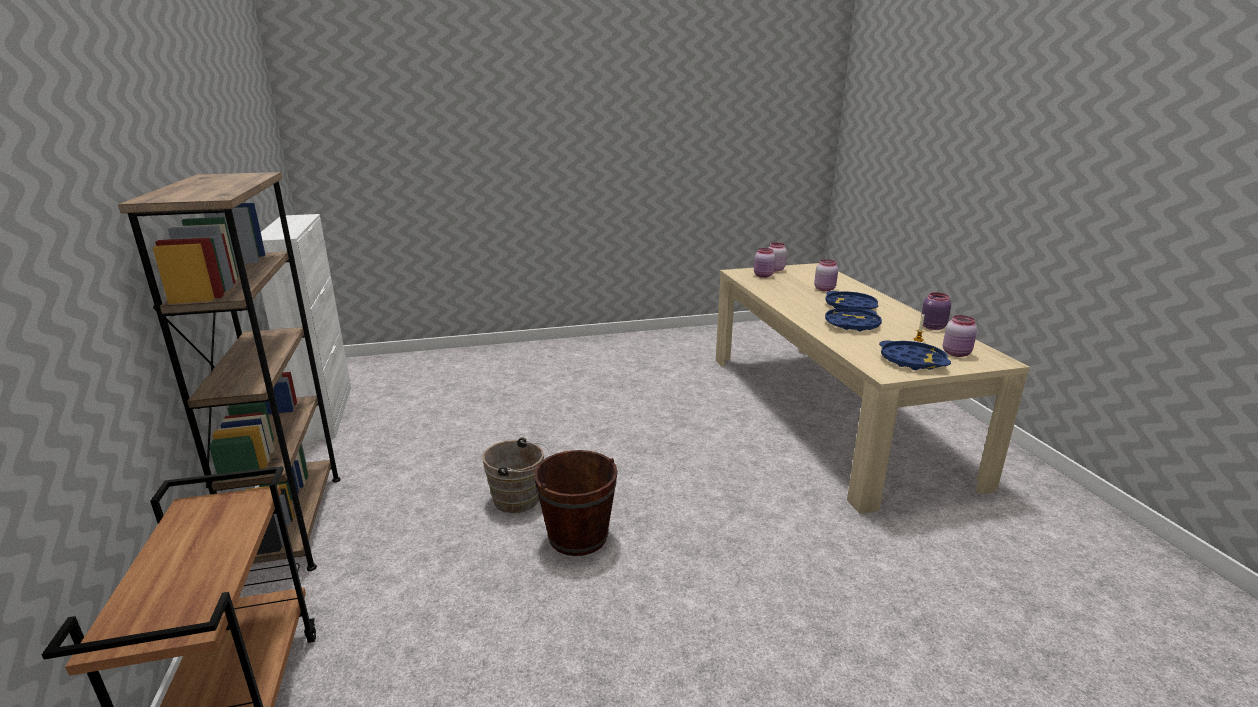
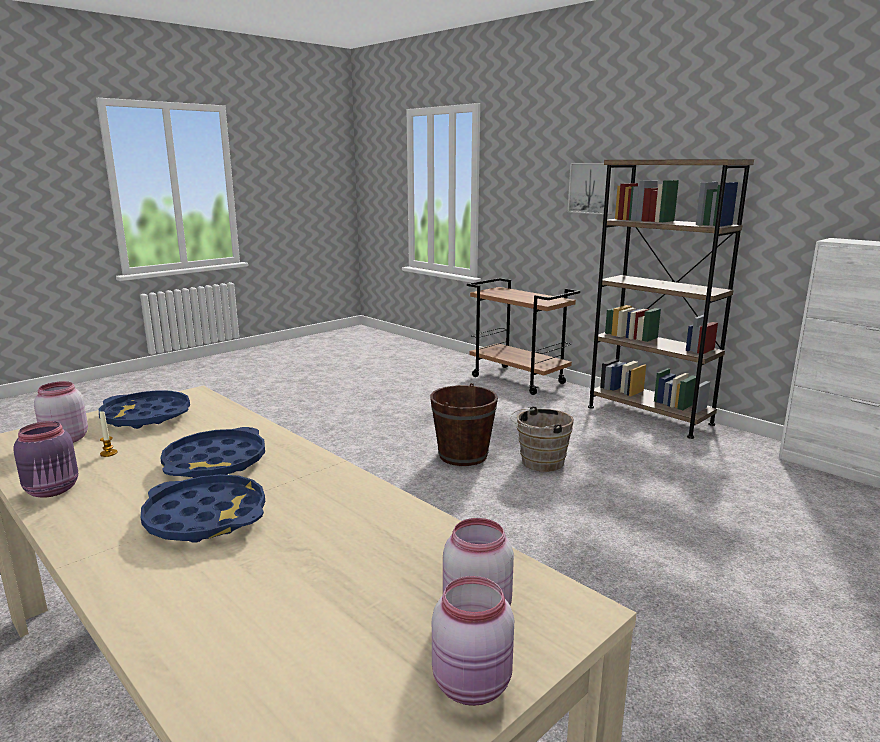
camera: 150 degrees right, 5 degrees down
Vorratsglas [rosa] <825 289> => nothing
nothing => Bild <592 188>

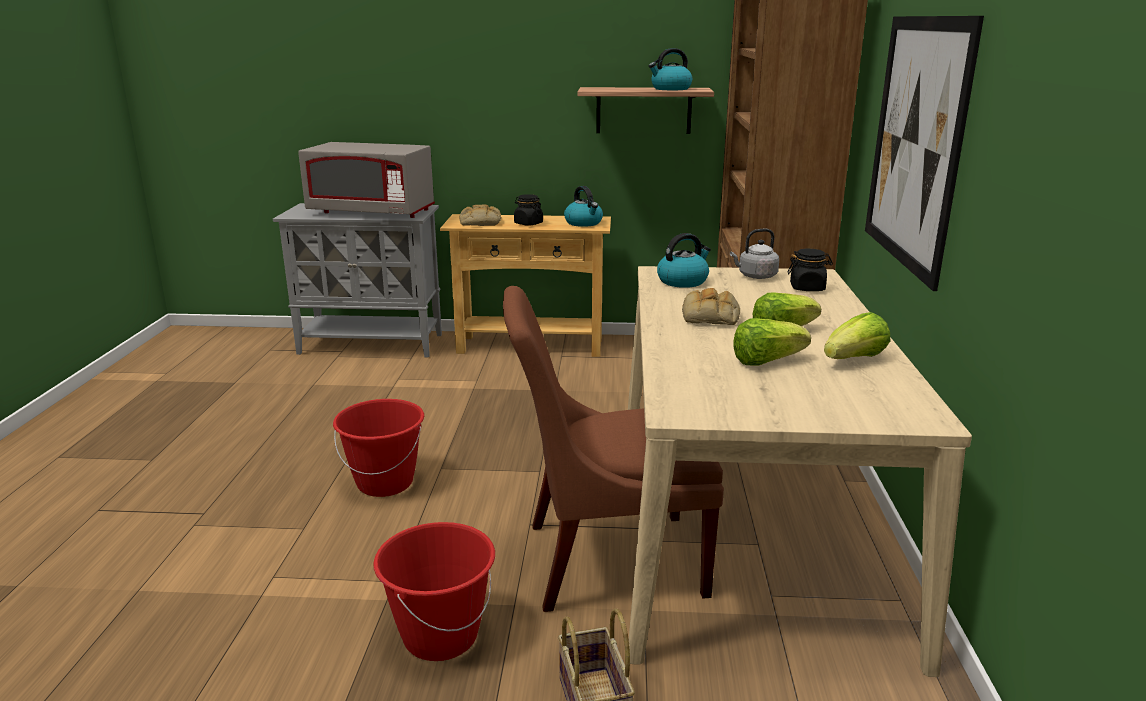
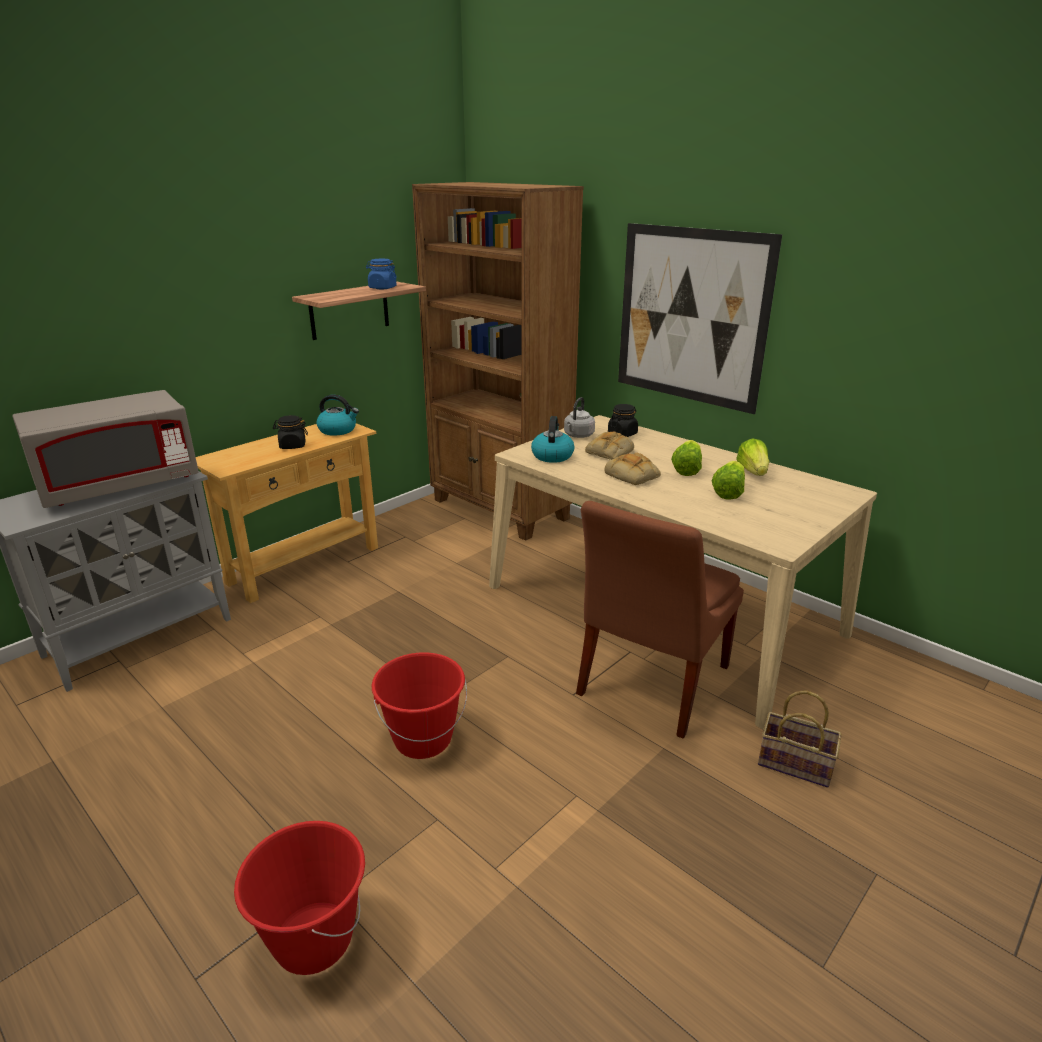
camera: 50 degrees left, 5 degrees up
Eimer [rot] <440 636> => Eimer [rot] <313 939>, moved
Brot <480 222> => Brot <610 452>, moved
Wasserkessel <670 89> => Vorratsglas [blau] <382 288>

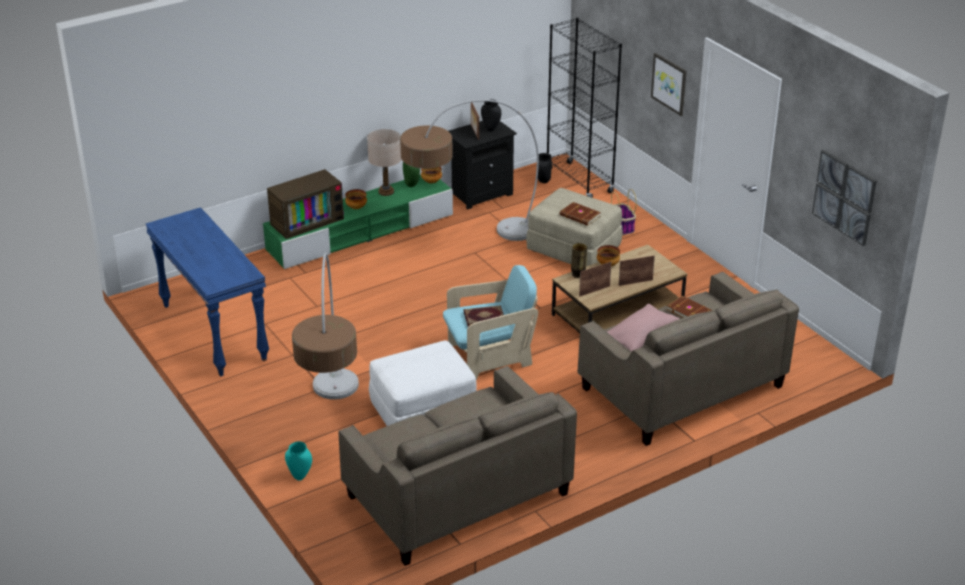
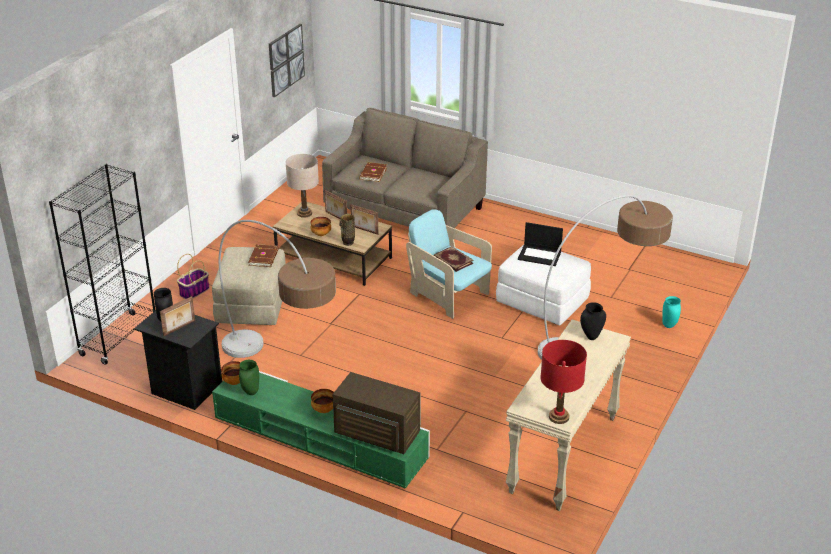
camera: 120 degrees left, 0 degrees up
Sofa [beige] <456 495> => nothing
Kissen [rosa] <640 337> => nothing
Bild <669 83> => nothing
nothing => Laptop <540 255>
nothing => Tischlampe [rot] <559 417>
Tischlampe [beige] <386 191> => Tischlampe [beige] <304 213>, moved
Vase [schwarz] <543 181> => Vase [schwarz] <591 337>, moved
Konsolentisch [blau] <212 332> => Konsolentisch [beige] <564 455>

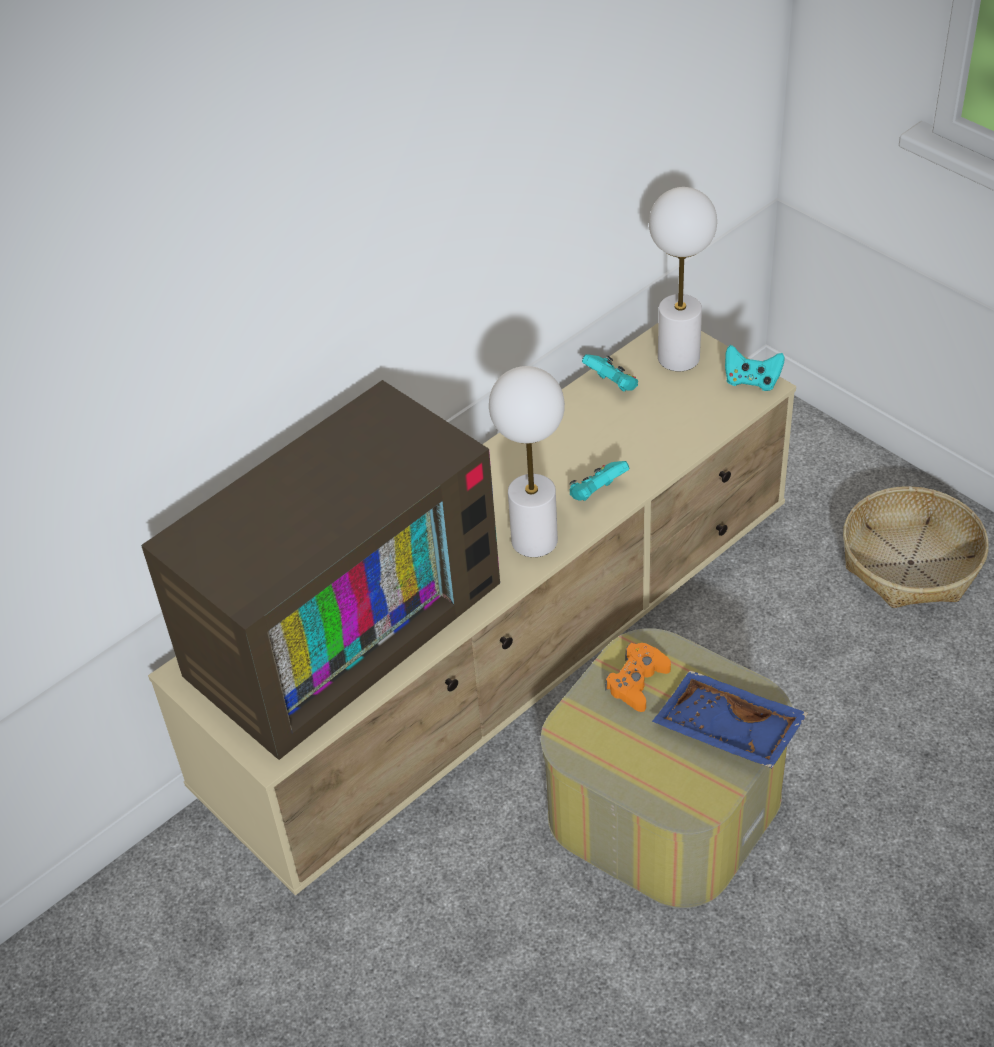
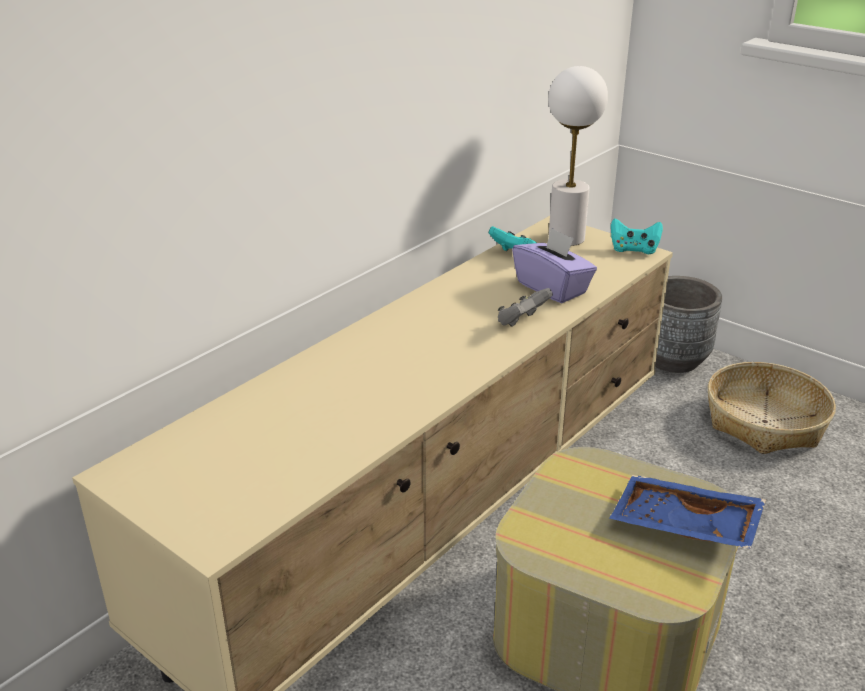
camera: 10 degrees left, 15 degrees down
Fernseher <340 621> => nothing
Tischlampe [weiß] <534 541> => nothing
Gamepad [orange] <637 682> => nothing
nothing => Taschentuchbox [lila] <552 288>
nothing => Pflanzkübel [grau] <673 359>
Gamepad [türkis] <597 493> => Gamepad [grau] <522 321>

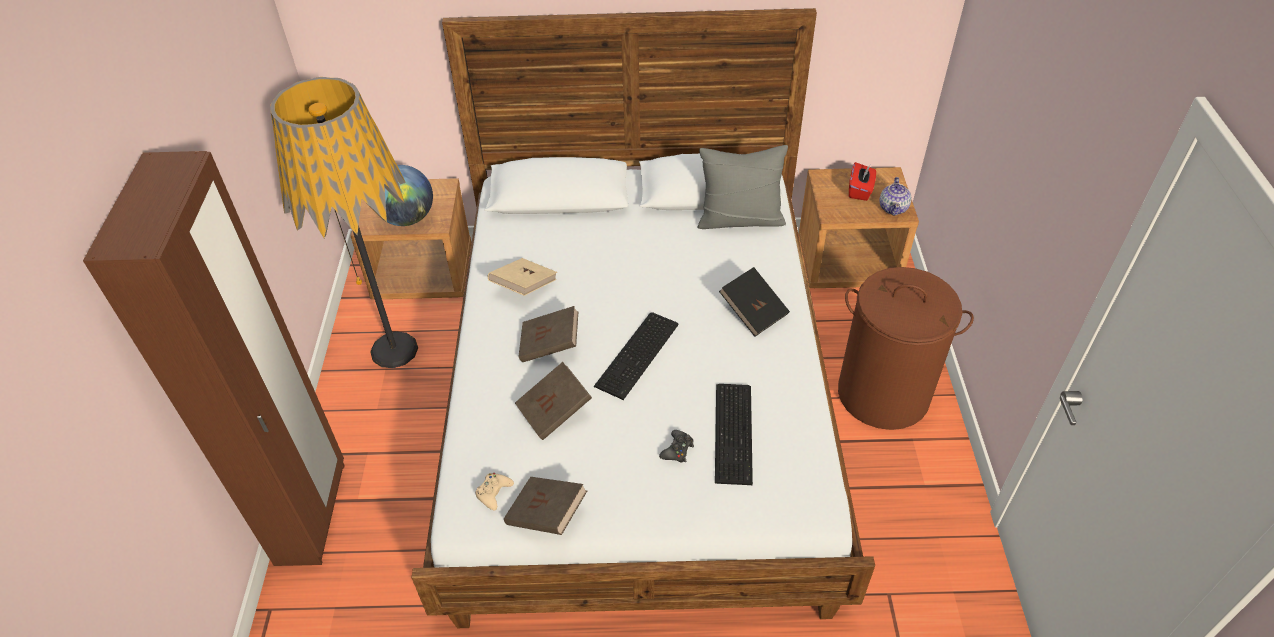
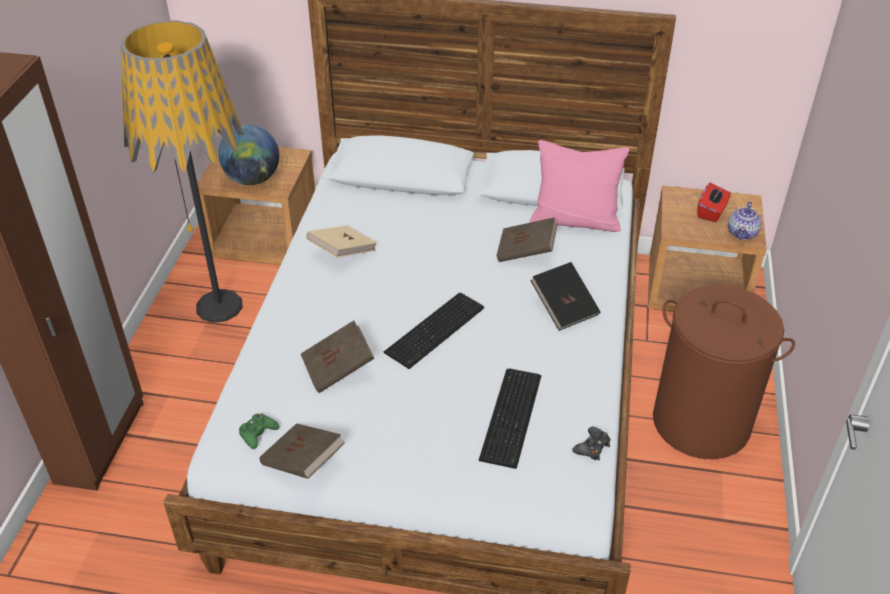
camera: 10 degrees right, 5 degrees down
Buch [braun] <550 345> => Buch [braun] <526 252>, moved
Gamepad [schwarz] <677 450> => Gamepad [schwarz] <592 447>, moved
Gamepad [beige] <493 493> => Gamepad [grün] <258 433>
Kissen [grau] <740 219> => Kissen [rosa] <575 220>

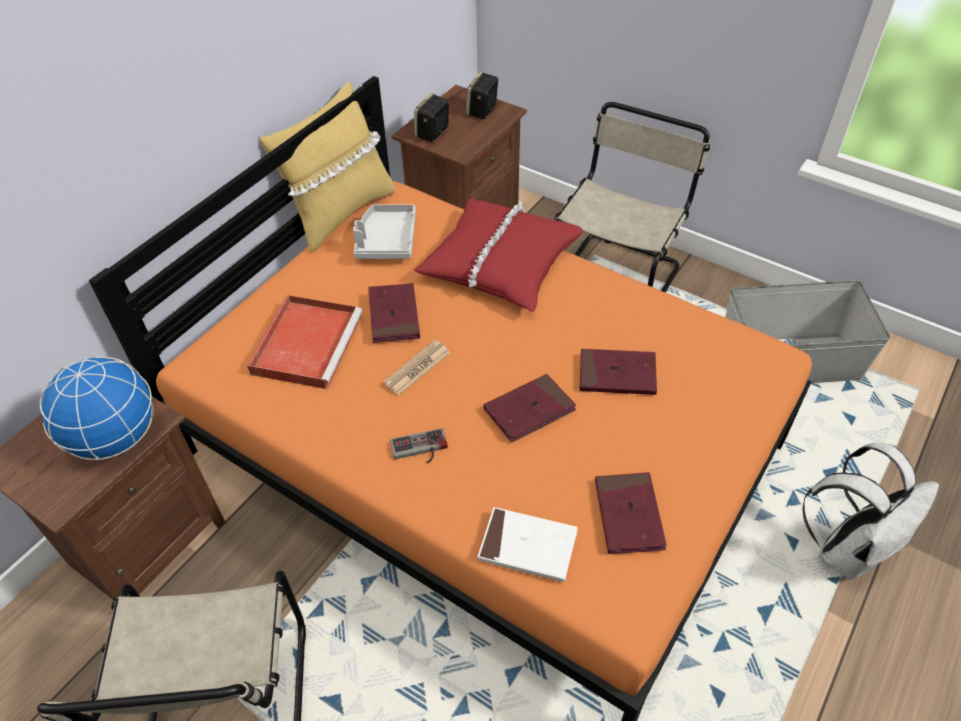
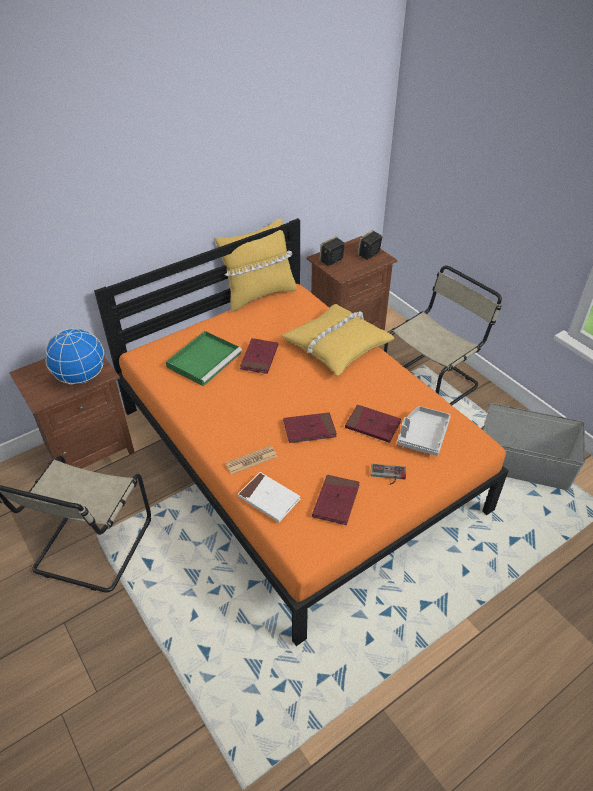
camera: 20 degrees right, 5 degrees down
Rucksack [weiß] <848 549> => nothing
Tablett [grau] <386 240> => Tablett [grau] <422 435>, moved
Zeitung <417 368> => Zeitung <251 460>, moved
Gamepad <420 450> => Gamepad <388 475>, moved
Tablett [rot] <307 343> => Tablett [grün] <205 359>
Kissen [rot] <500 263> => Kissen [gelb] <336 345>

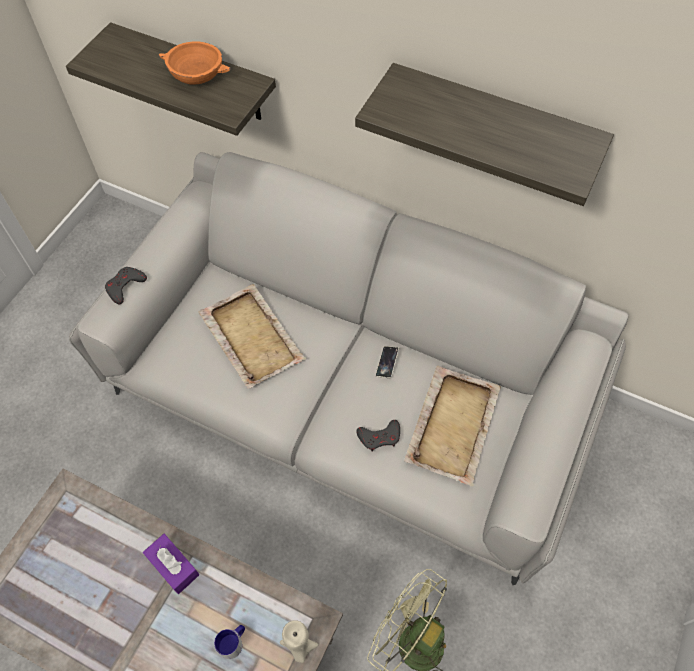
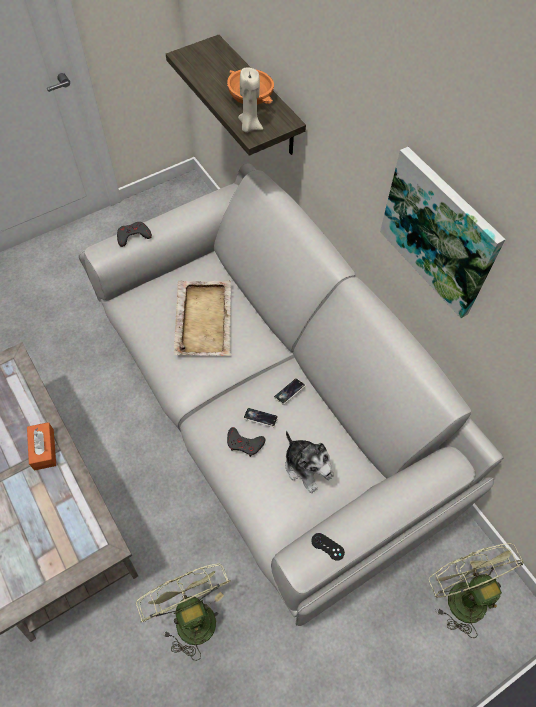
camera: 30 degrees right, 0 degrees up
Henkelbecher <233 642> => nothing
nothing => Handy <260 418>
nothing => Gamepad [schwarz] <327 546>
nothing => Ventilator [grün] <460 593>
Kerze [beige] <299 647> => Kerze [beige] <249 126>, moved
Wandregal <493 124> => Bild <439 232>
Tablett [beige] <453 424> => Plüschtier <307 466>
Taschentuchbox [lila] <173 566> => Taschentuchbox [orange] <44 449>

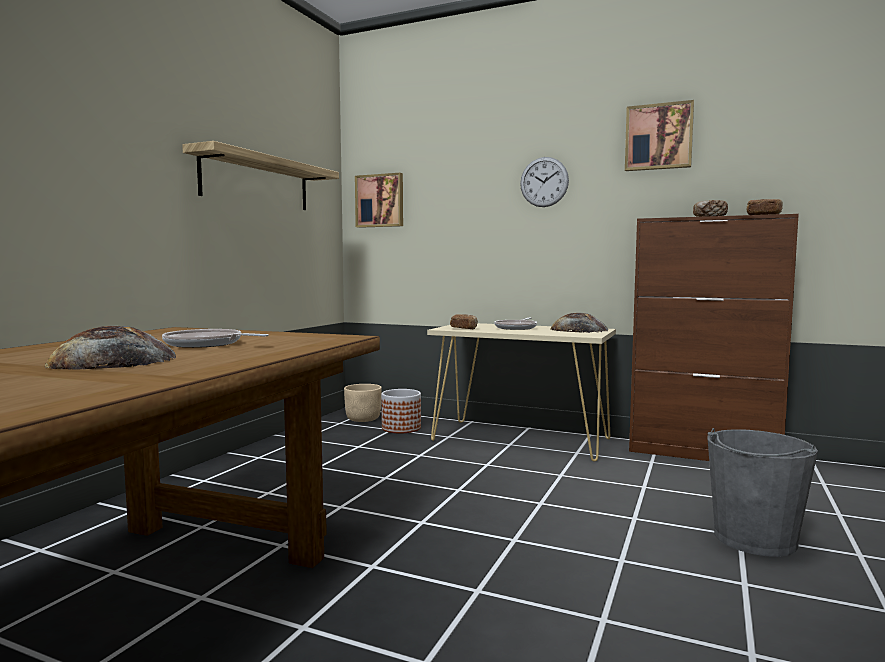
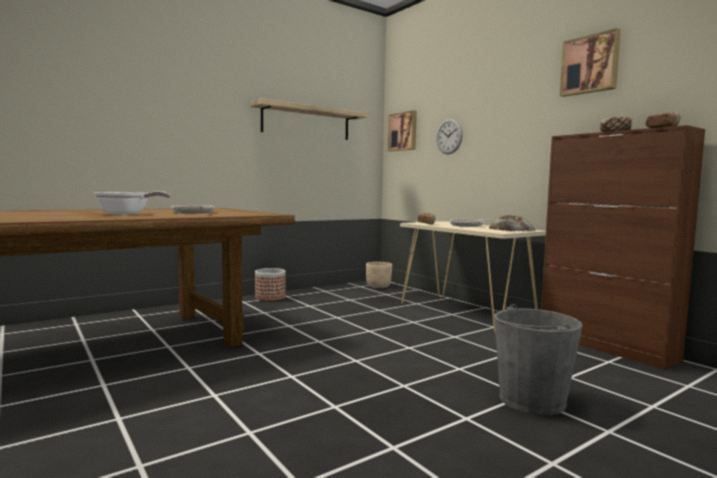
camera: 30 degrees right, 0 degrees up
Pflanzkübel <401 428> => Pflanzkübel <270 297>, moved
Wanduhr <544 182> => Wanduhr <449 136>, moved
Brot <113 361> => Pfanne <128 214>

